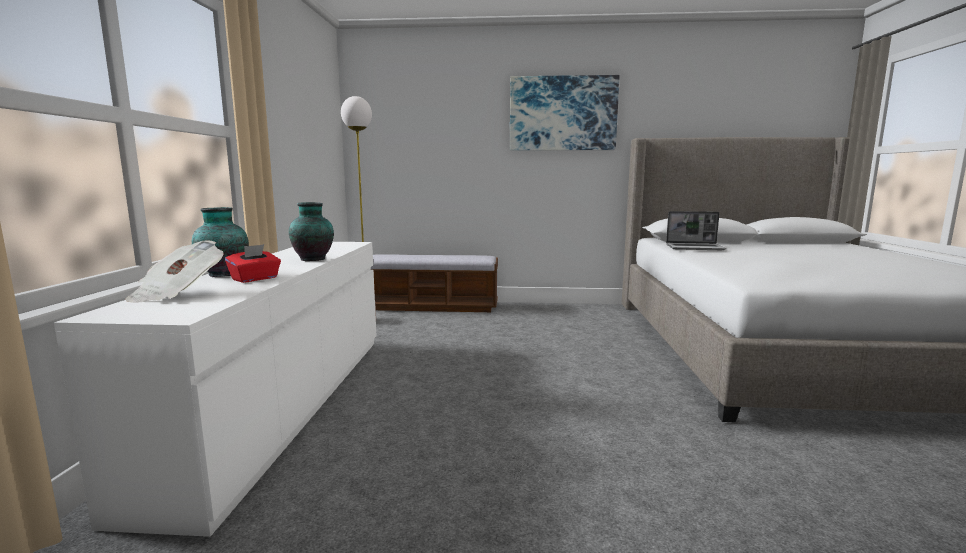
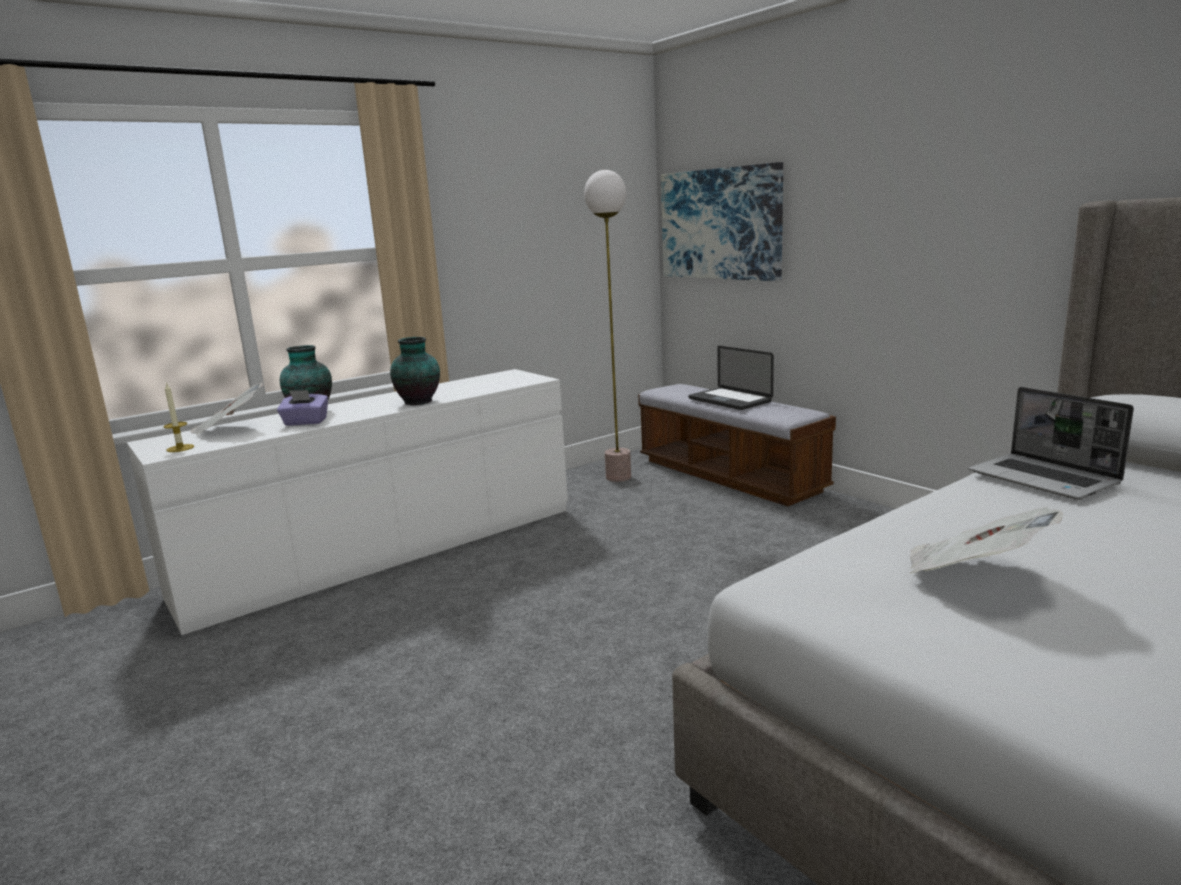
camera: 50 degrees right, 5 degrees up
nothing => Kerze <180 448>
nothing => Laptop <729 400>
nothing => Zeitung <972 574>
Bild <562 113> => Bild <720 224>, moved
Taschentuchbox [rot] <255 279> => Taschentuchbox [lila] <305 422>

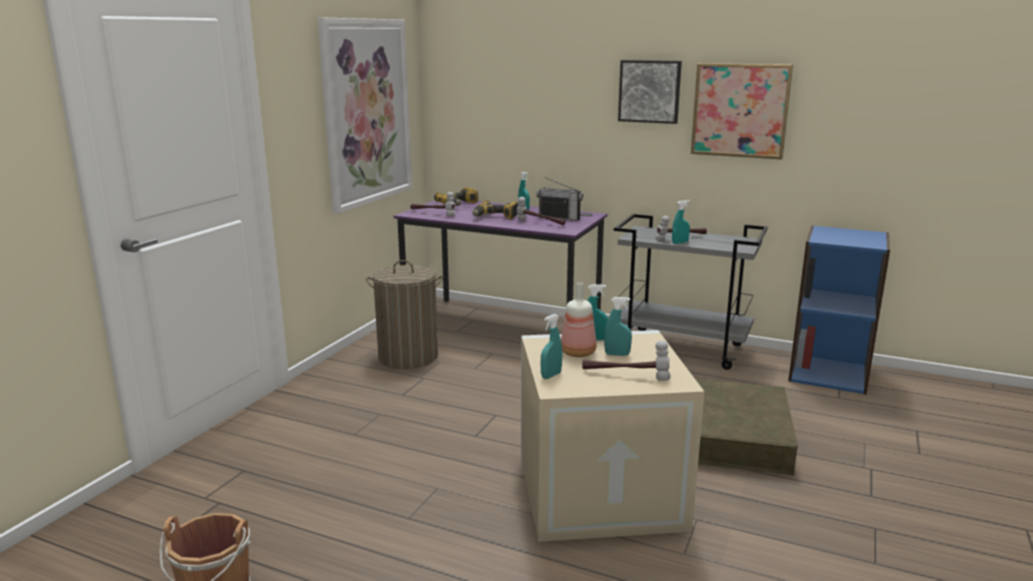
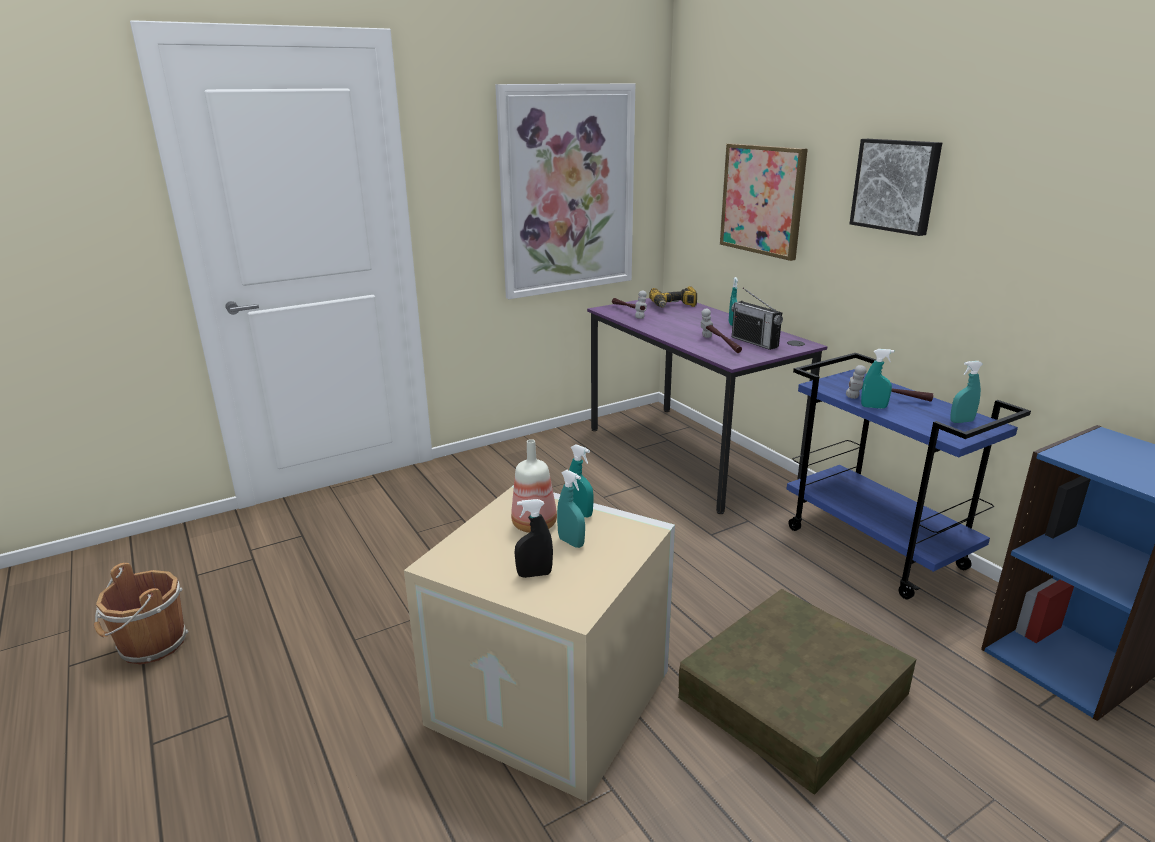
camera: 35 degrees right, 5 degrees up
Wäschekorb <408 357> => nothing
Bohrmaschine <494 217> => nothing
Sprühflasche [türkis] <551 375> => Sprühflasche [türkis] <961 421>, moved
Bild <740 110> => Bild <762 200>, moved
Hammer <625 375> => Sprühflasche [schwarz] <534 574>
Rollwagen [grau] <683 348> => Rollwagen [blau] <876 548>

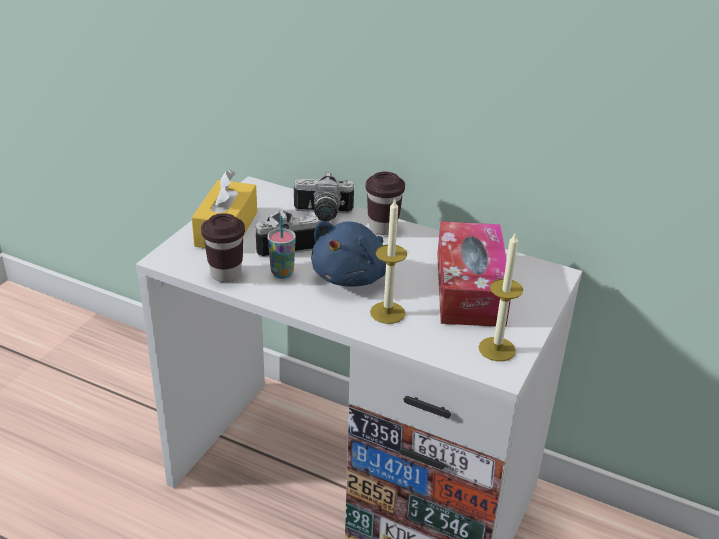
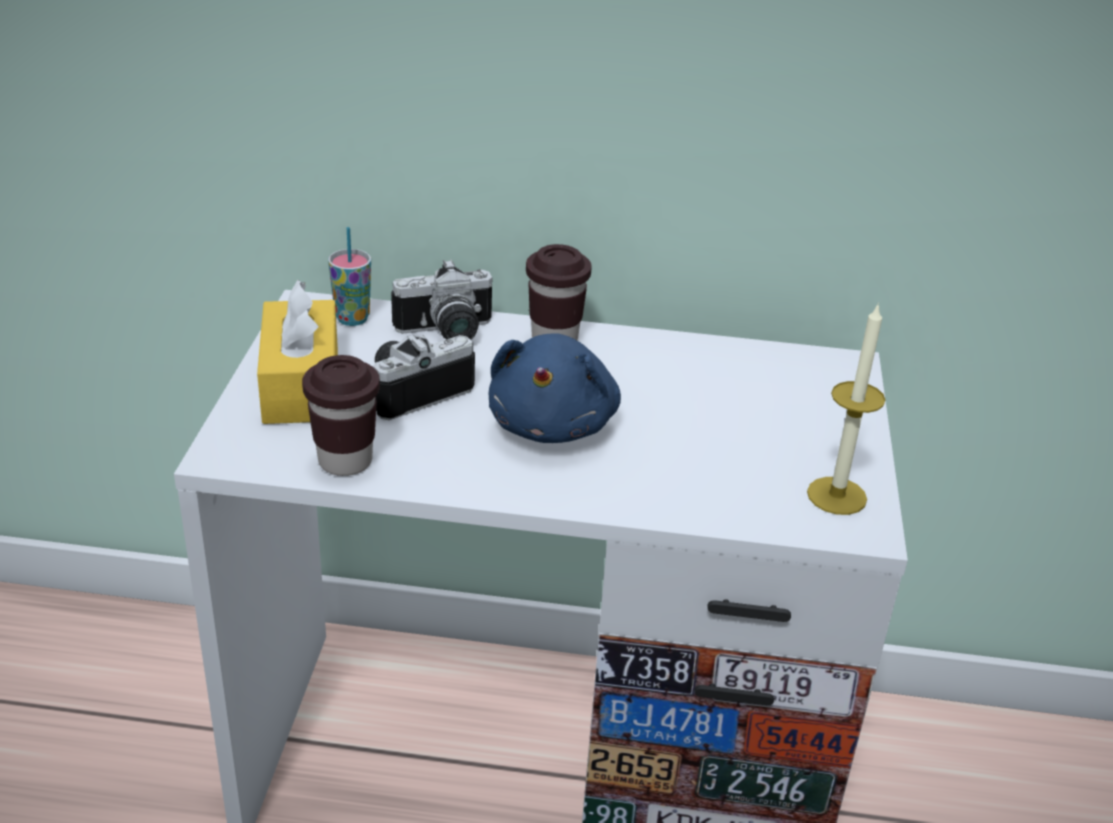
camera: 20 degrees left, 0 degrees up
Kerze <387 312> => nothing
Taschentuchbox <469 288> => nothing
Tasse <282 273> => Tasse <352 319>, moved

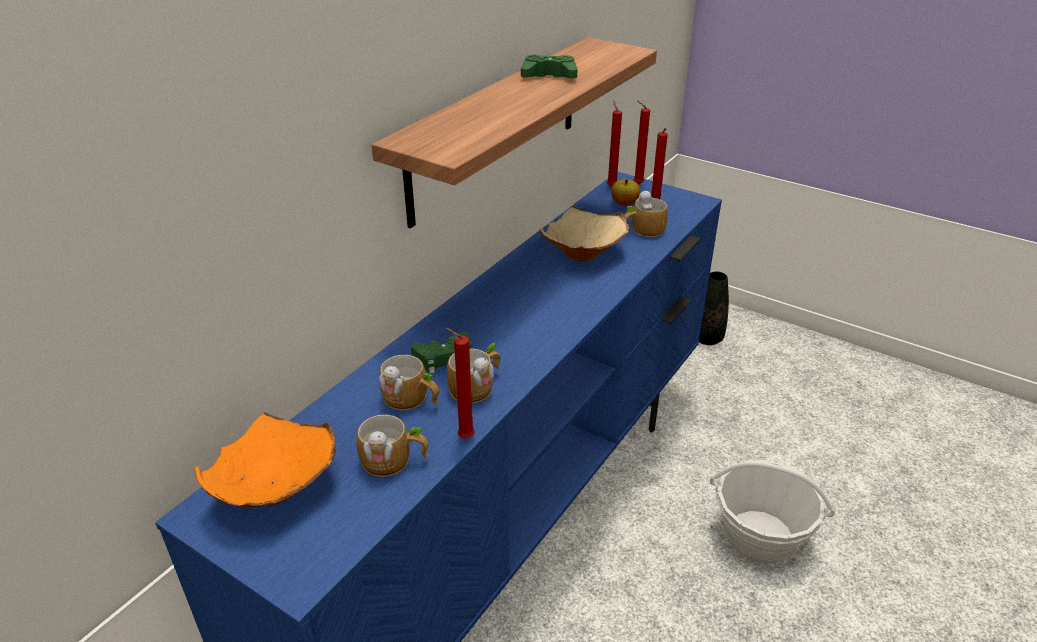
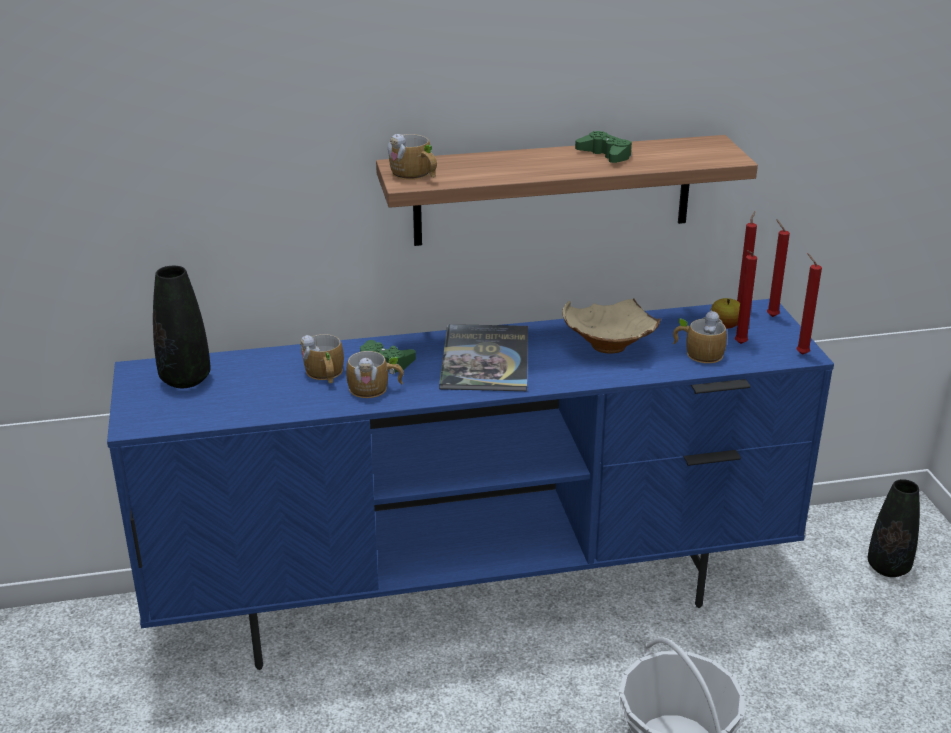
camera: 45 degrees right, 5 degrees down
nothing => Buch <485 359>
Henkelbecher <394 461> => Henkelbecher <415 175>, moved
Kerze [rot] <463 437> => Kerze [rot] <800 353>, moved
Schüssel [orange] <277 490> => Vase [schwarz] <185 379>

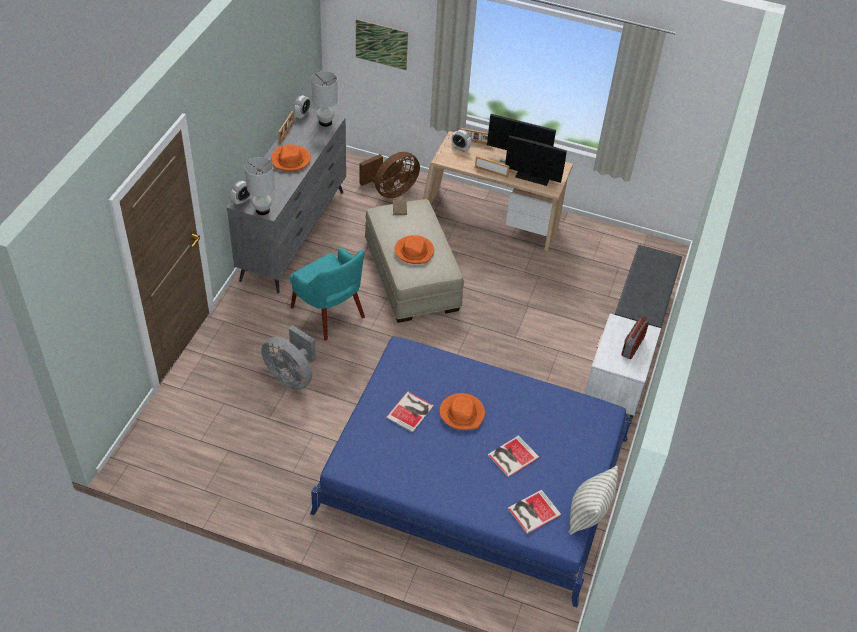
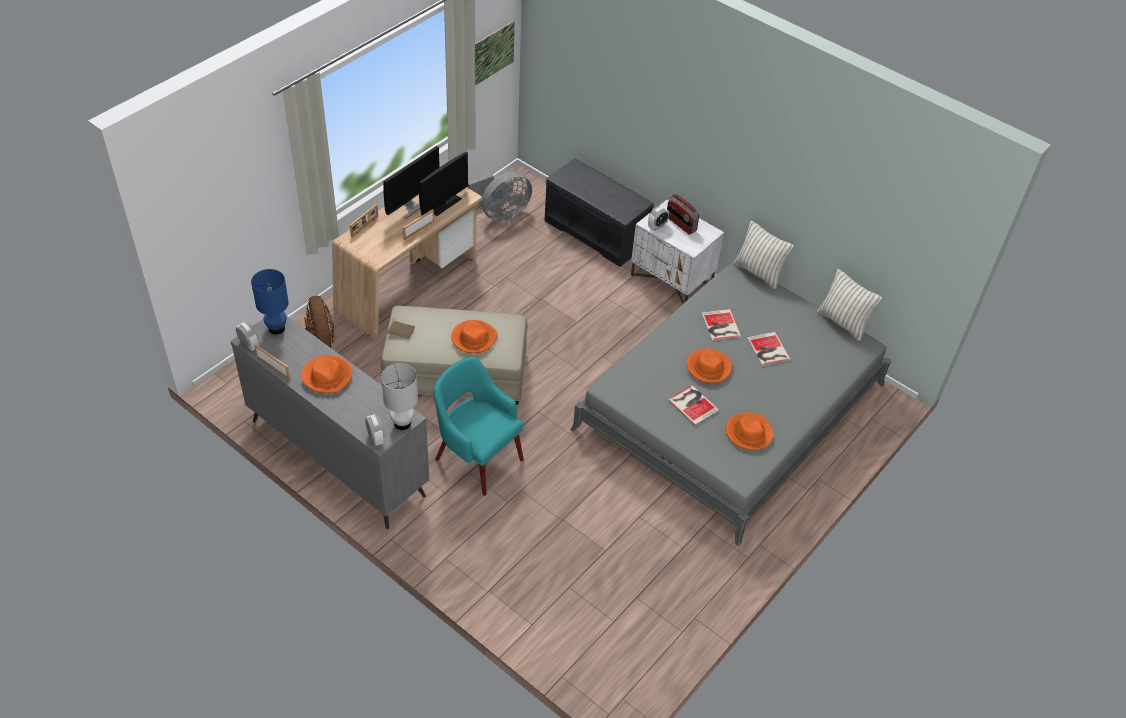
camera: 70 degrees left, 0 degrees up
nothing => Hut [orange] <748 433>
nothing => Kissen <758 272>
Ventilator [grau] <291 376> => Ventilator [grau] <501 214>, moved
Bild <381 44> => Bild <493 53>, moved
Wecker <460 148> => Wecker <657 226>, moved
Buch <532 511> => Buch <720 326>, moved
Bett [blau] <473 475> => Bett [grau] <730 406>
Tischlampe [weiß] <325 122> => Tischlampe [blau] <276 328>
Sessel [türkis] <329 313> => Sessel [türkis] <477 458>, 120 degrees counterclockwise

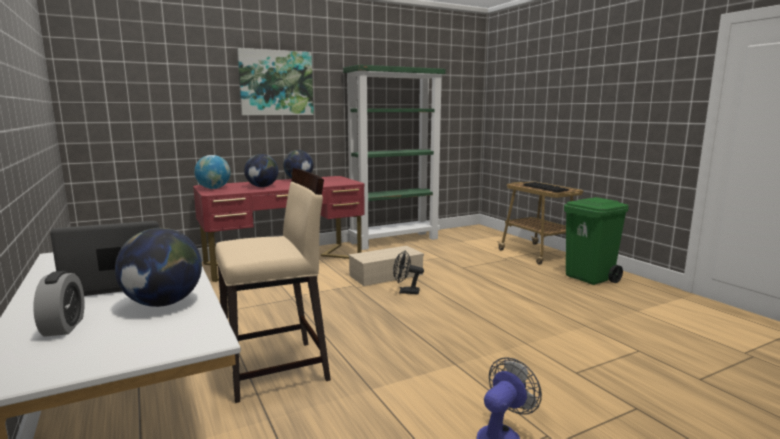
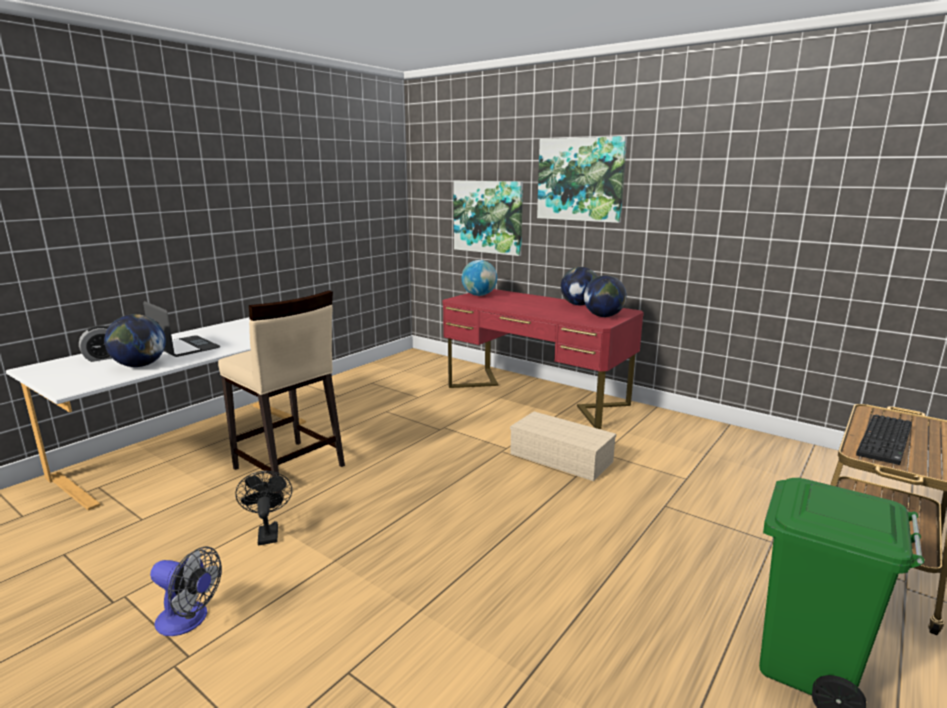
camera: 65 degrees right, 5 degrees up
Bücherregal [grün] <395 240> => nothing
nothing => Bild <488 217>
Globus <262 187> => Globus <603 316>, moved
Ventilator [schwarz] <405 292> => Ventilator [schwarz] <268 532>, moved

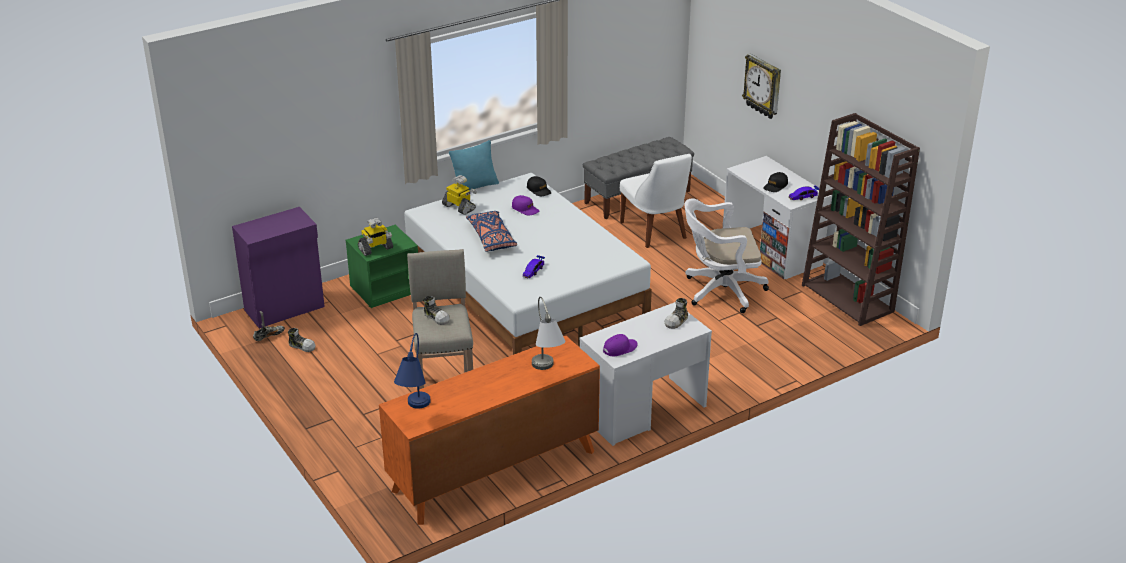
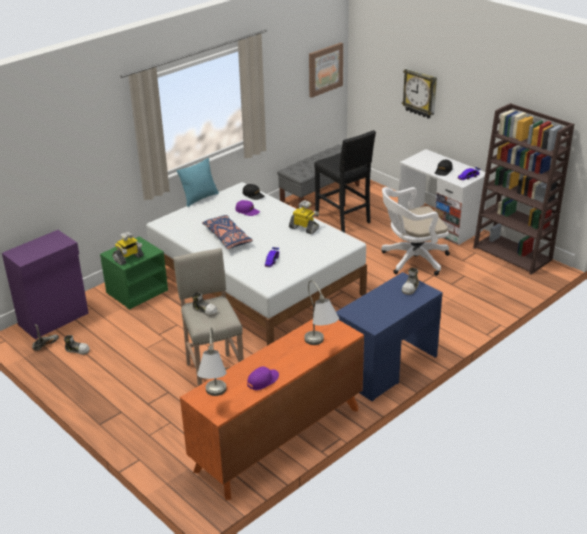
camera: 10 degrees left, 0 degrees up
nothing => Bild <325 69>
Spielzeugroboter <459 207> => Spielzeugroboter <304 228>, moved
Kappe [lila] <620 348> => Kappe [lila] <263 380>, moved
Stuhl [weiß] <655 231> => Hocker [schwarz] <343 219>
Tischlampe [blau] <414 411> => Tischlampe [grau] <214 398>
Schreibtisch [weiß] <643 410> => Schreibtisch [blau] <386 367>

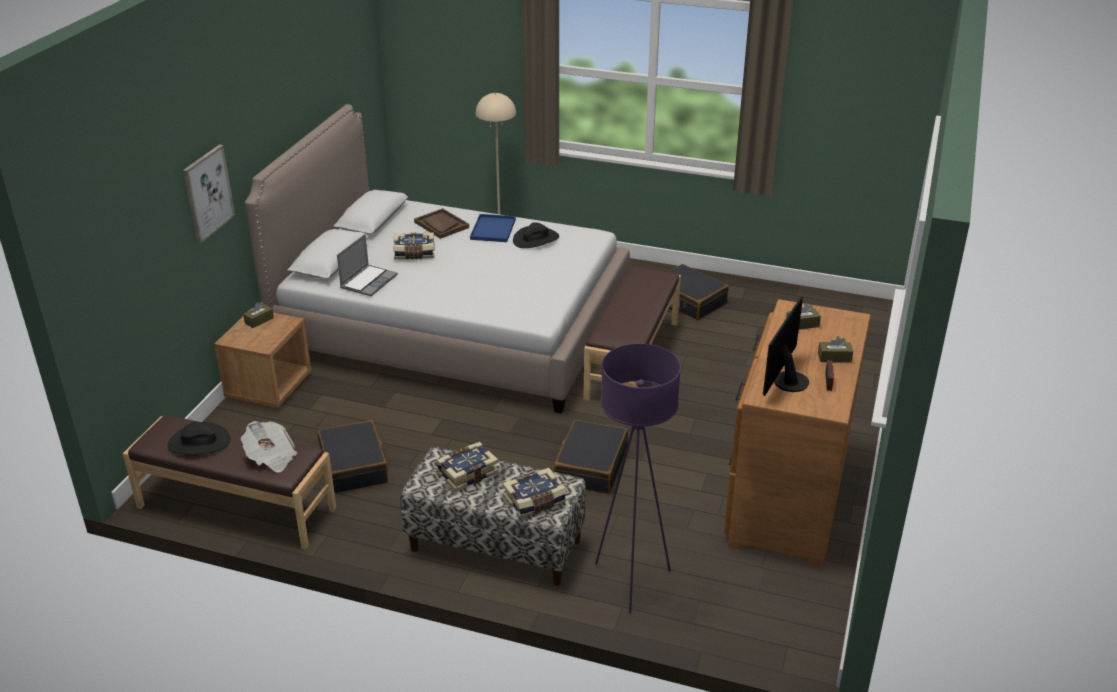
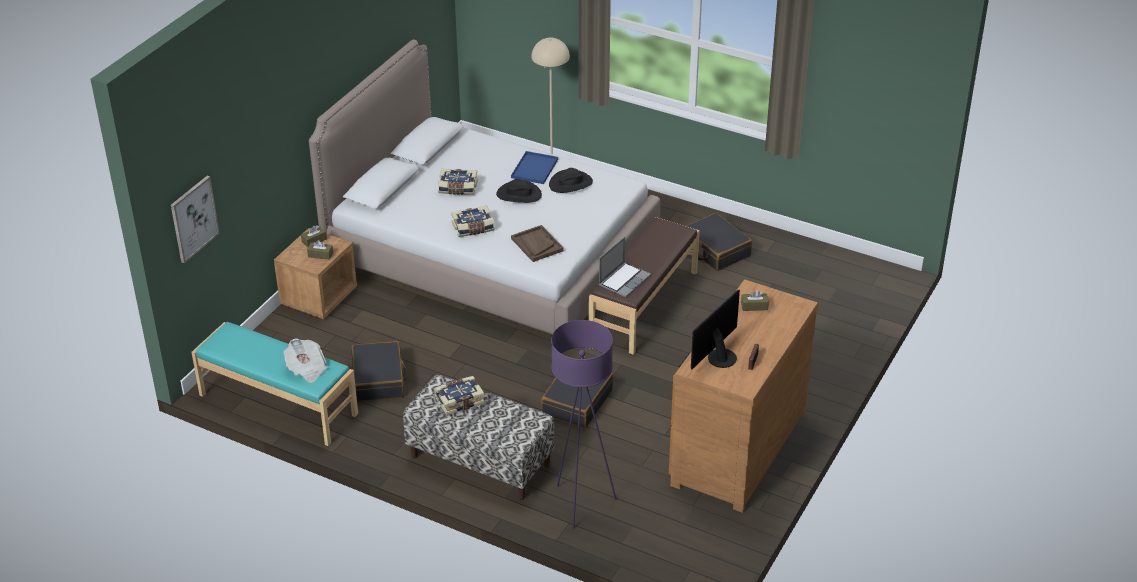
camera: 10 degrees right, 5 degrees up
Hut [schwarz] <199 443> => Hut [schwarz] <518 194>, moved
Bild <208 193> => Bild <193 218>, moved
Laptop <368 281> => Laptop <624 280>, moved
Tablett [braun] <441 225> => Tablett [braun] <537 245>, moved
Buch <535 502> => Buch <473 228>, moved
Taschentuchbox [braun] <834 357> => Taschentuchbox [braun] <320 255>, moved
Bank [braun] <236 508> => Bank [türkis] <277 405>

